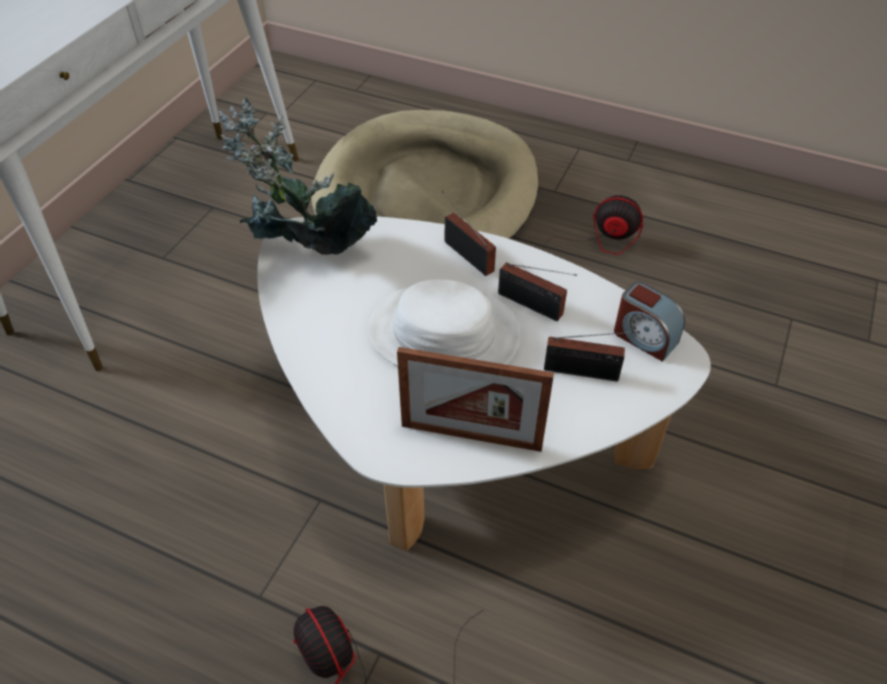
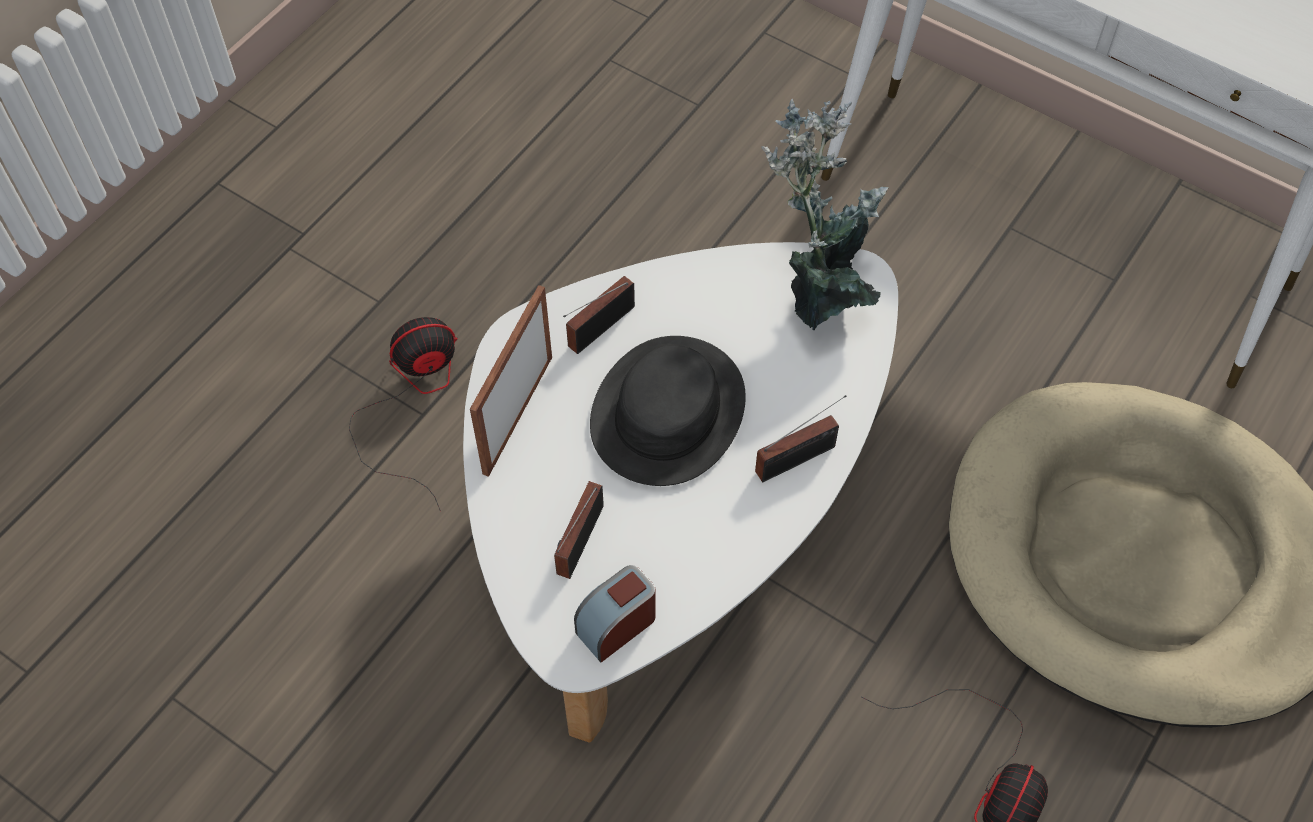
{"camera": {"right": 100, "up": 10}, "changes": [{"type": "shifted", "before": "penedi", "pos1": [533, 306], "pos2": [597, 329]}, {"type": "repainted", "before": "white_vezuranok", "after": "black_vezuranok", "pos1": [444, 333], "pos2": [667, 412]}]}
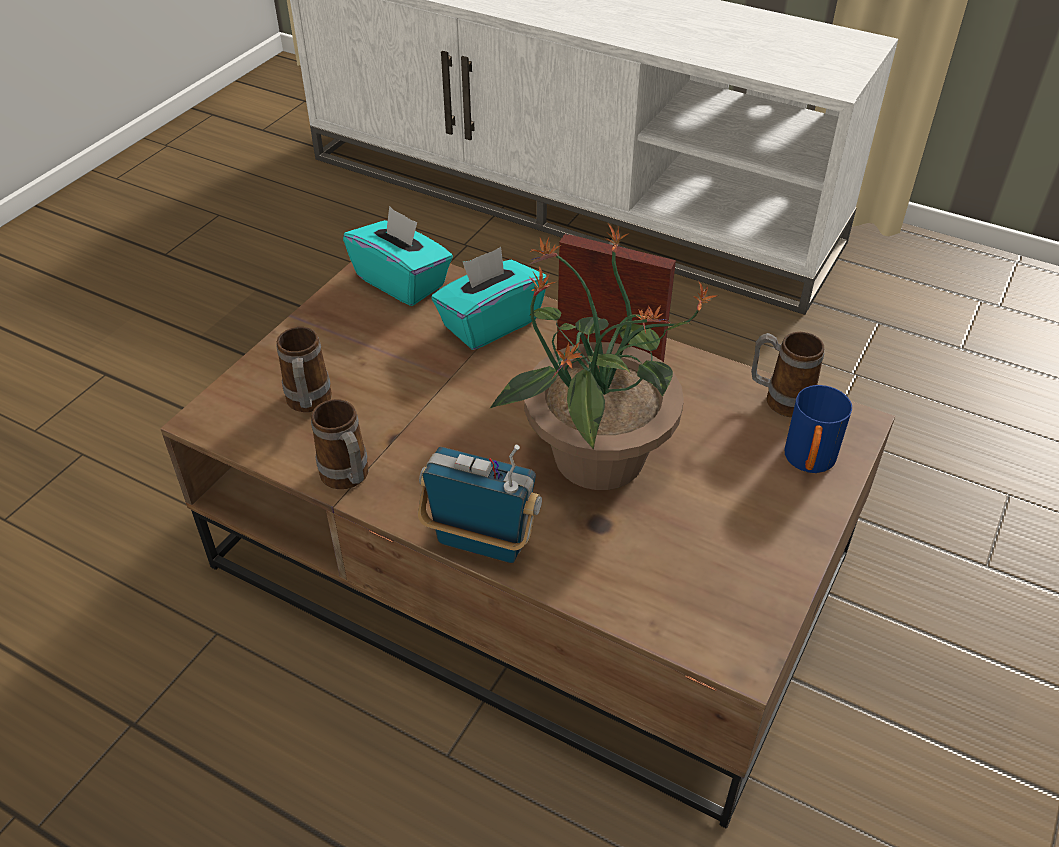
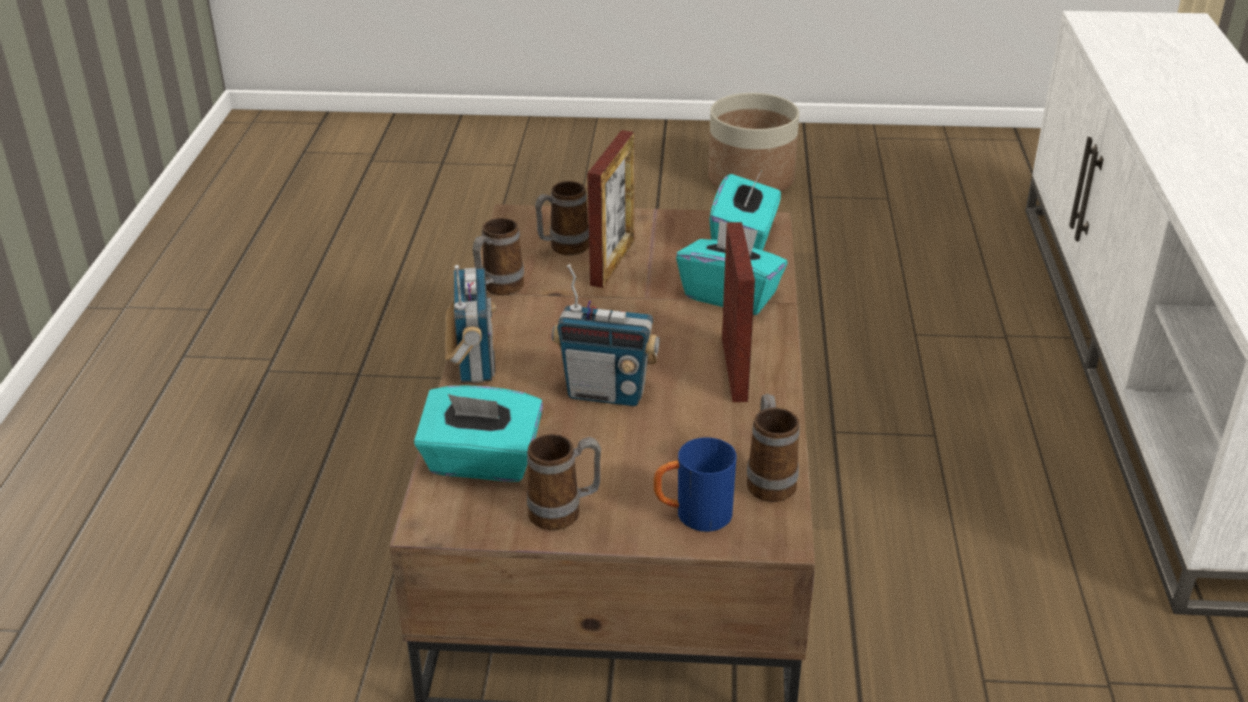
{"camera": {"right": 65, "up": -10}, "changes": [{"type": "swapped", "before": "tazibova", "after": "penedi", "pos1": [595, 457], "pos2": [606, 393]}, {"type": "new", "after": "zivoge", "pos2": [750, 179]}, {"type": "new", "after": "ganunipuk", "pos2": [612, 262]}, {"type": "new", "after": "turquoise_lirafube", "pos2": [481, 463]}, {"type": "new", "after": "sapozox", "pos2": [565, 513]}]}
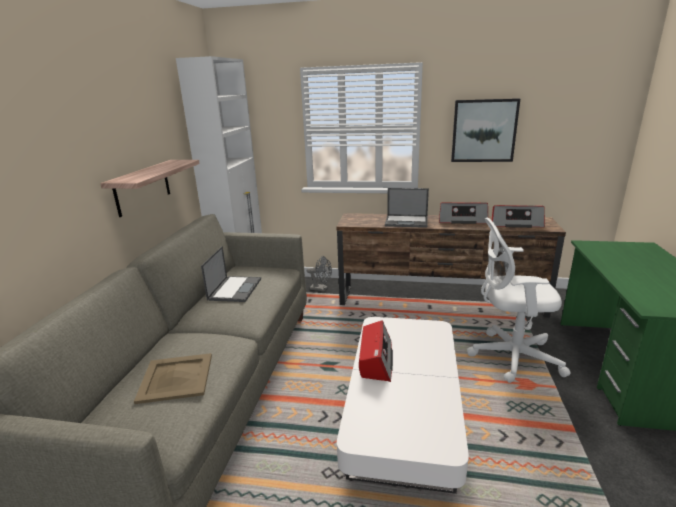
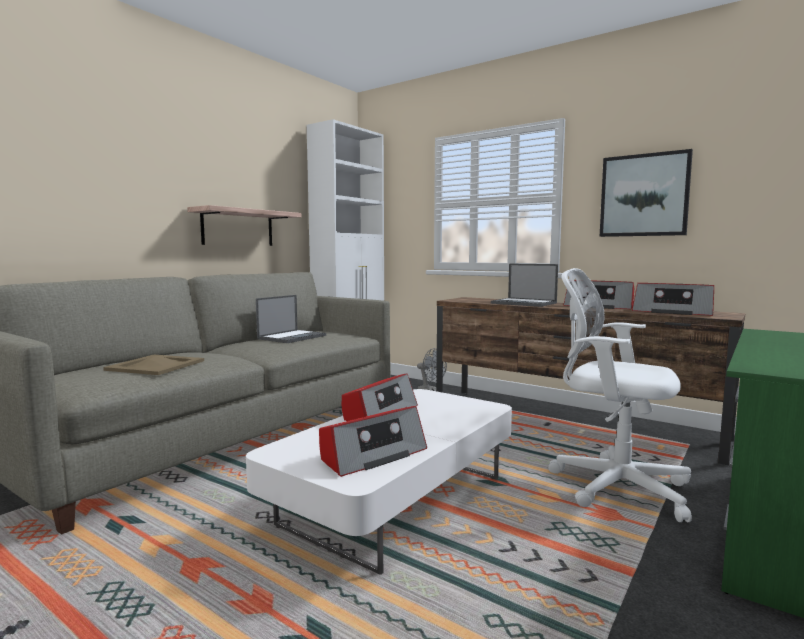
{"camera": {"right": 25, "up": -15}, "changes": [{"type": "new", "after": "penedi", "pos2": [372, 455]}]}
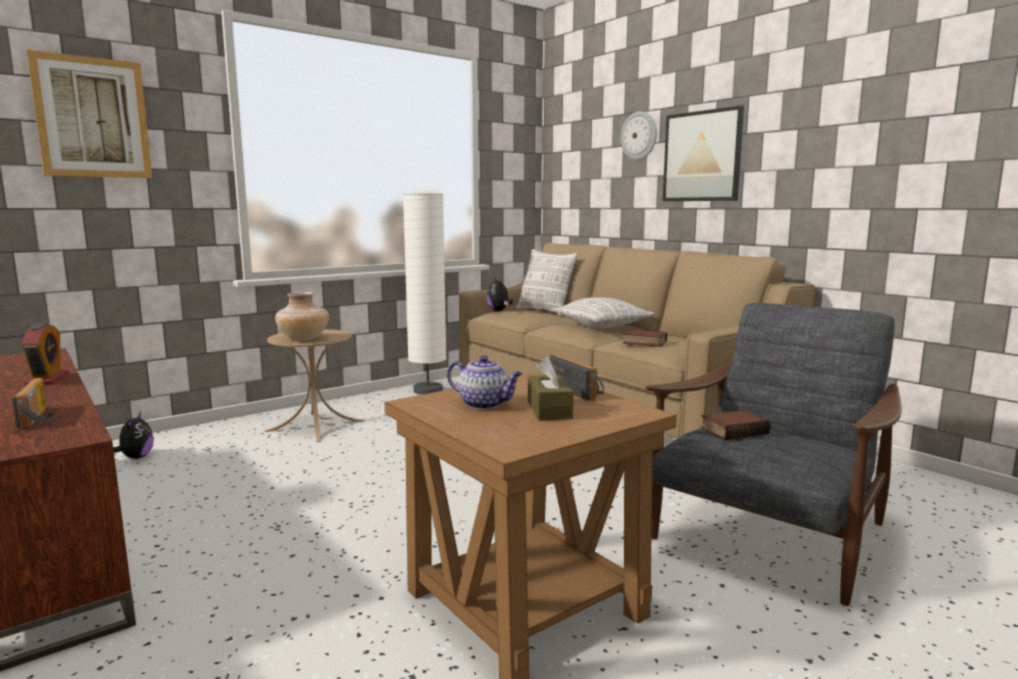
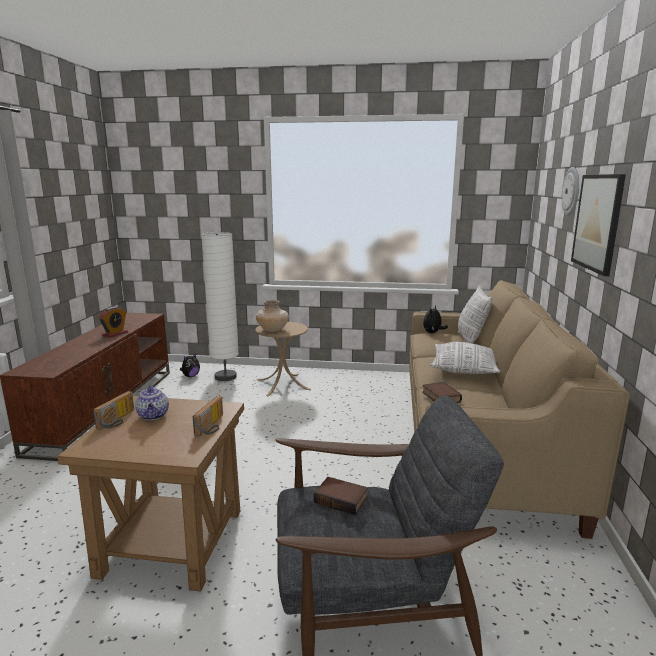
{"camera": {"right": 45, "up": 5}, "changes": [{"type": "gone", "before": "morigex", "pos1": [93, 118]}, {"type": "shifted", "before": "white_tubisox", "pos1": [428, 390], "pos2": [225, 377]}, {"type": "gone", "before": "brown_lirafube", "pos1": [549, 410]}, {"type": "shifted", "before": "penedi", "pos1": [41, 417], "pos2": [118, 420]}]}
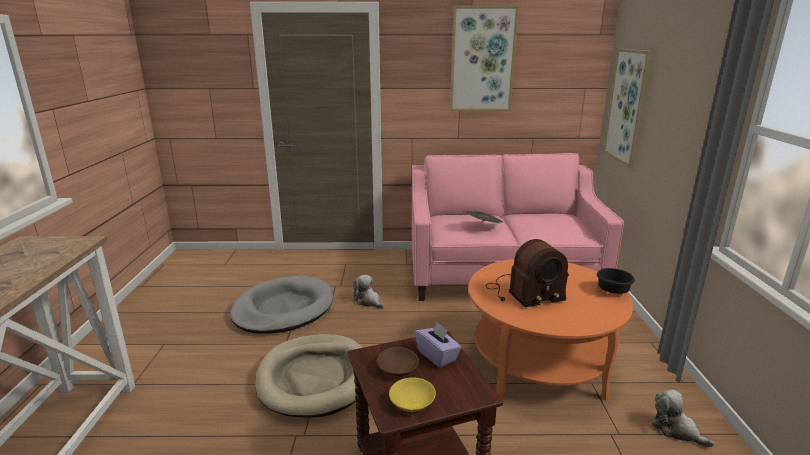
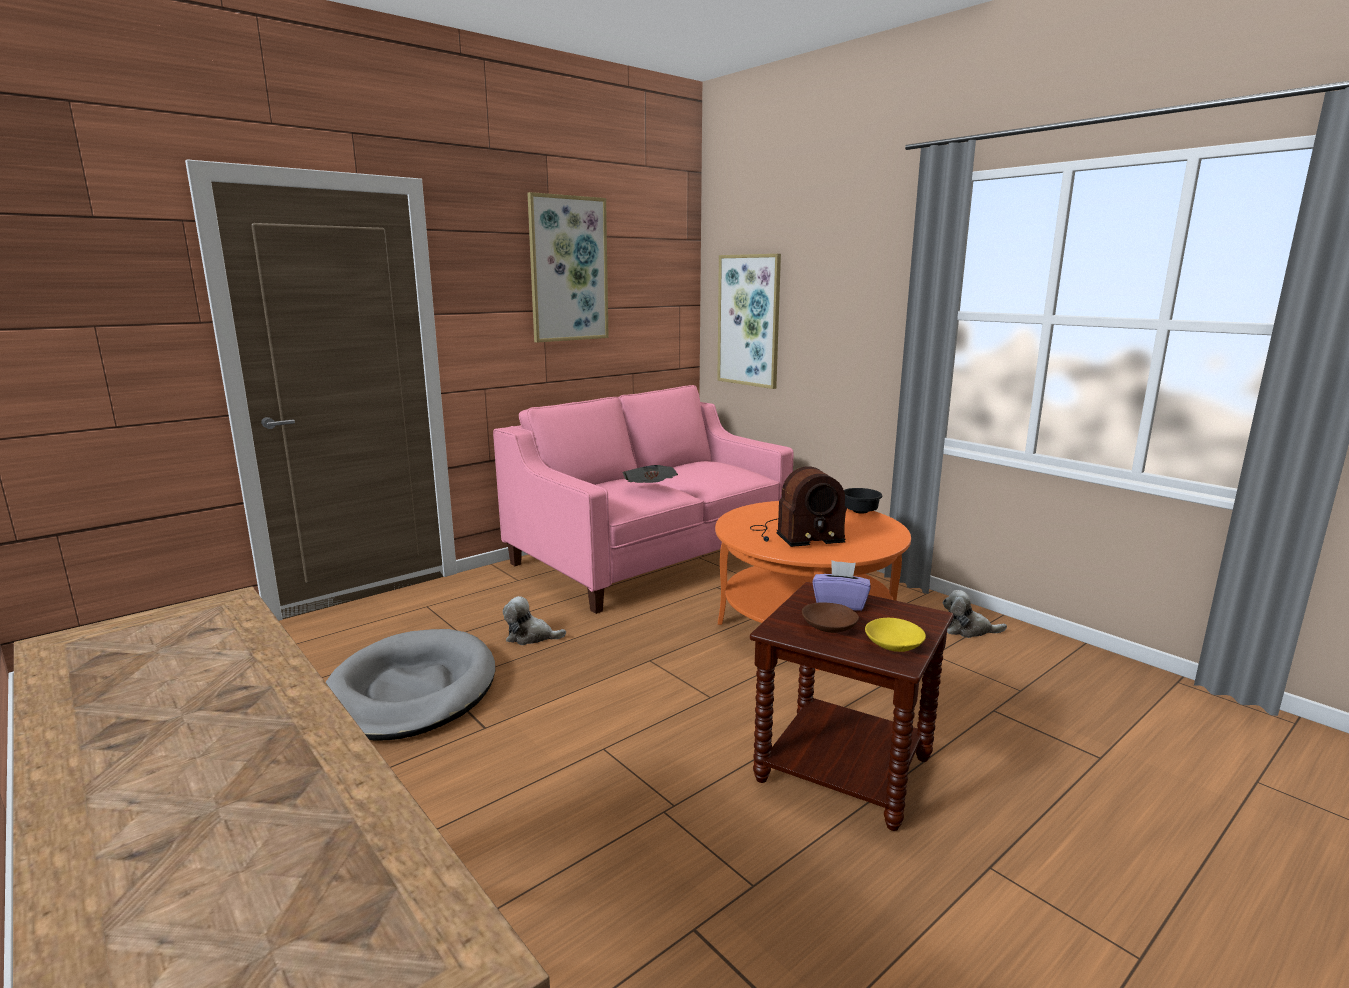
{"camera": {"right": -40, "up": -5}, "changes": [{"type": "rotated", "before": "penedi", "pos1": [523, 293], "pos2": [795, 535], "turn": 45}, {"type": "gone", "before": "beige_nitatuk", "pos1": [315, 378]}]}
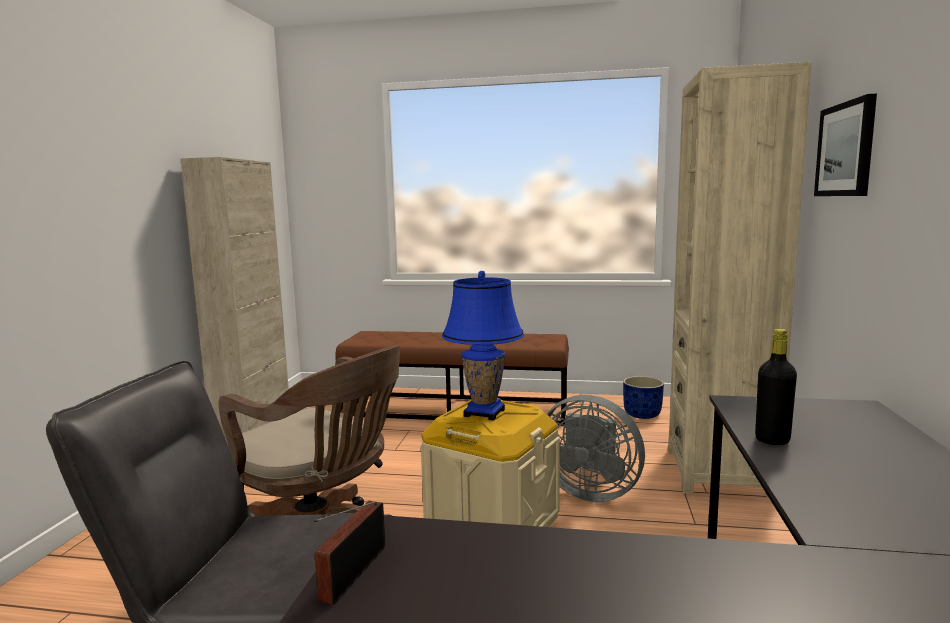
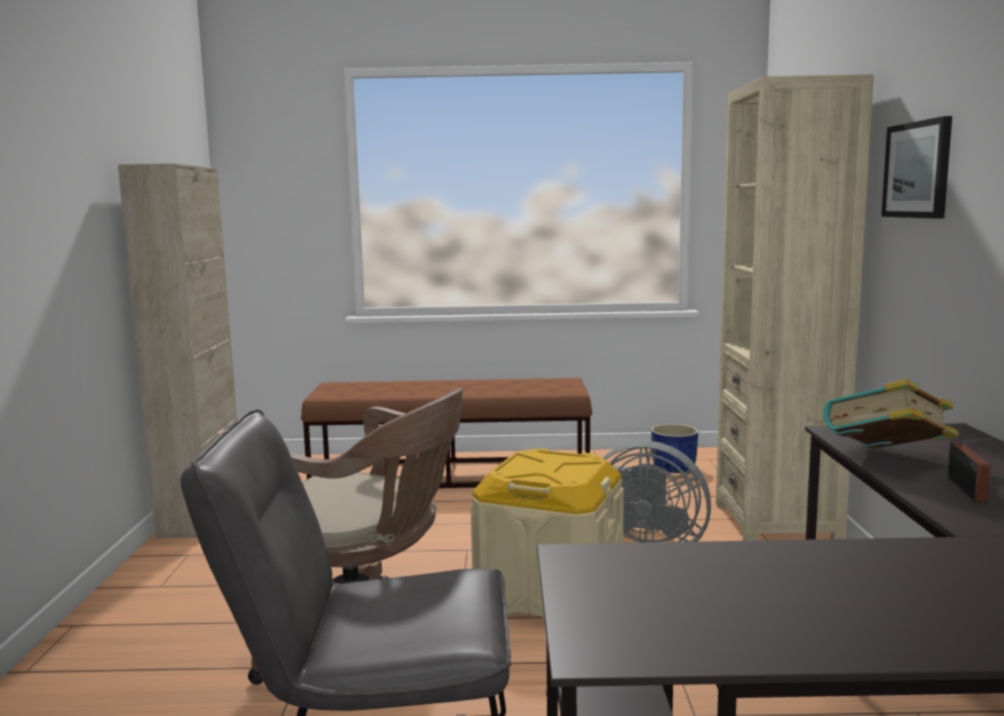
{"camera": {"right": -10, "up": 0}, "changes": [{"type": "gone", "before": "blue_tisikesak", "pos1": [484, 413]}, {"type": "swapped", "before": "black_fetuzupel", "after": "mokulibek", "pos1": [772, 440], "pos2": [887, 461]}, {"type": "shifted", "before": "penedi", "pos1": [350, 576], "pos2": [967, 490]}]}
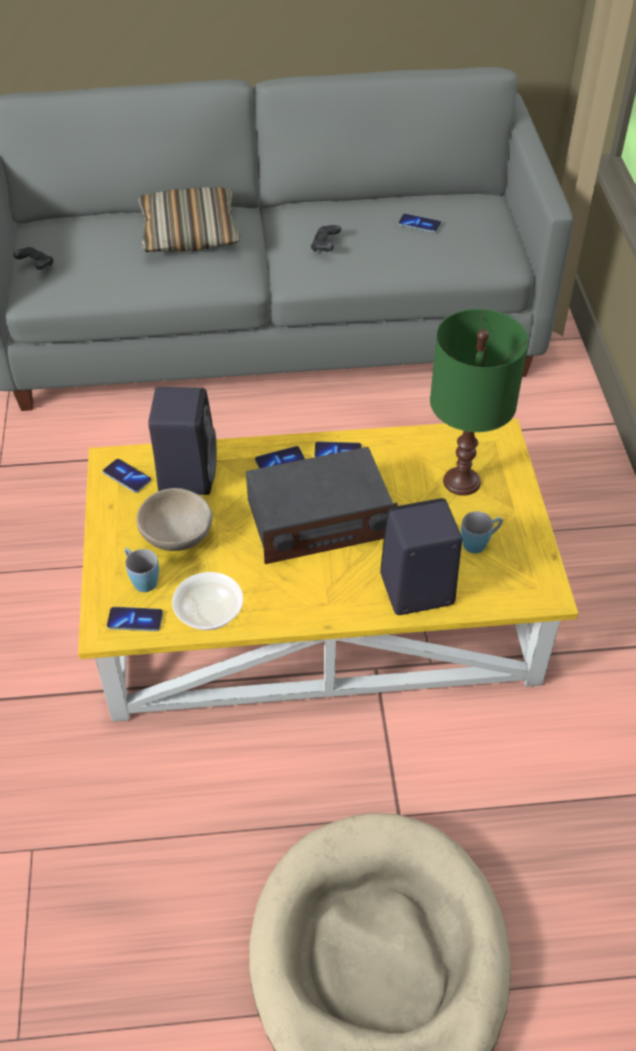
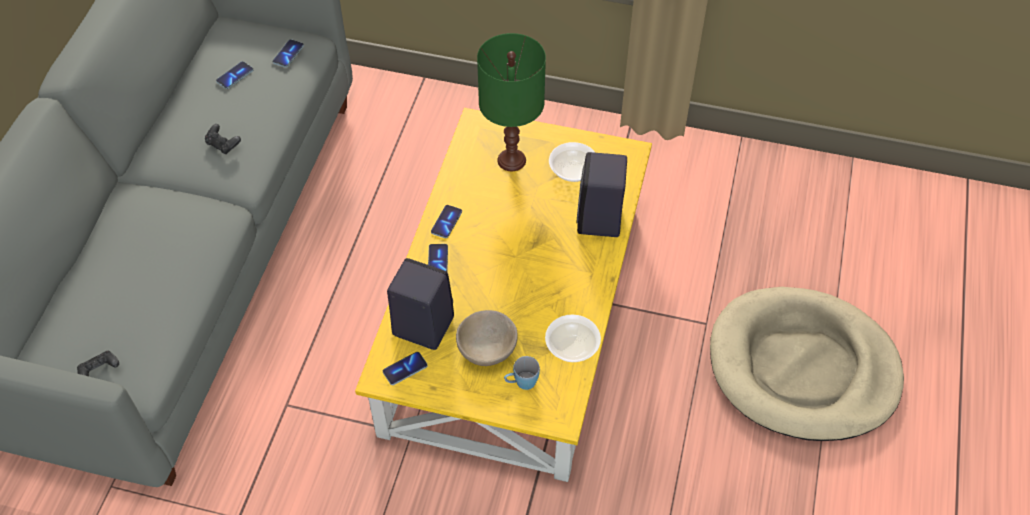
{"camera": {"right": -70, "up": 5}, "changes": [{"type": "gone", "before": "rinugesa", "pos1": [189, 233]}, {"type": "gone", "before": "penedi", "pos1": [319, 520]}, {"type": "swapped", "before": "blue_sapozox", "after": "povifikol", "pos1": [479, 542], "pos2": [572, 170]}, {"type": "shifted", "before": "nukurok", "pos1": [135, 620], "pos2": [288, 54]}]}
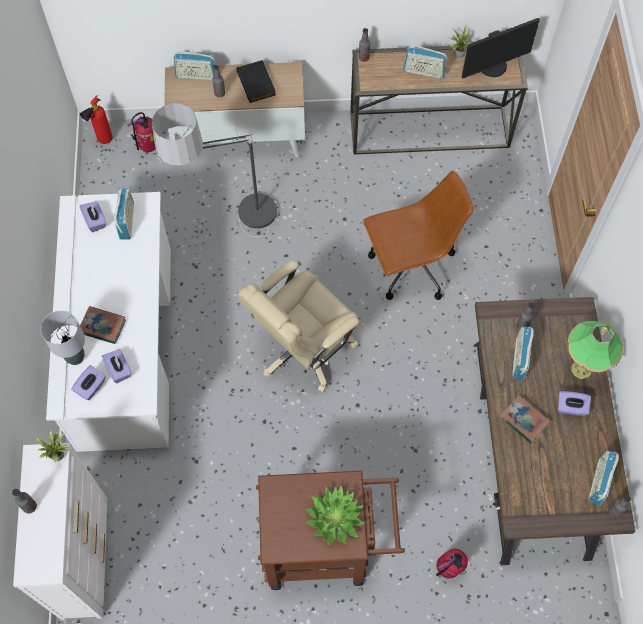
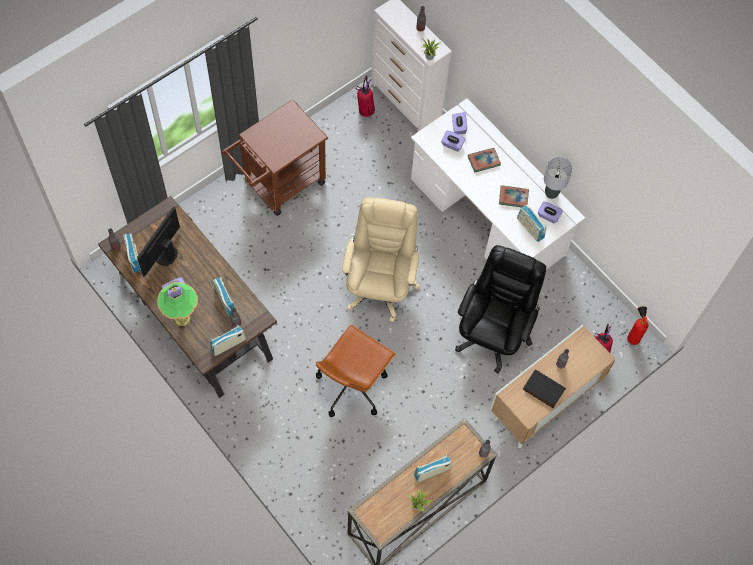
{"camera": {"right": 140, "up": 0}, "changes": [{"type": "shifted", "before": "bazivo", "pos1": [493, 67], "pos2": [164, 254]}, {"type": "shifted", "before": "penedi", "pos1": [196, 75], "pos2": [228, 344]}, {"type": "swapped", "before": "tubisox", "after": "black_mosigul", "pos1": [230, 227], "pos2": [493, 333]}, {"type": "shifted", "before": "grey_tisikesak", "pos1": [75, 357], "pos2": [551, 193]}, {"type": "shifted", "before": "mokulibek", "pos1": [523, 420], "pos2": [513, 197]}, {"type": "gone", "before": "tazibova", "pos1": [334, 518]}, {"type": "shifted", "before": "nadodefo", "pos1": [447, 570], "pos2": [365, 110]}]}
